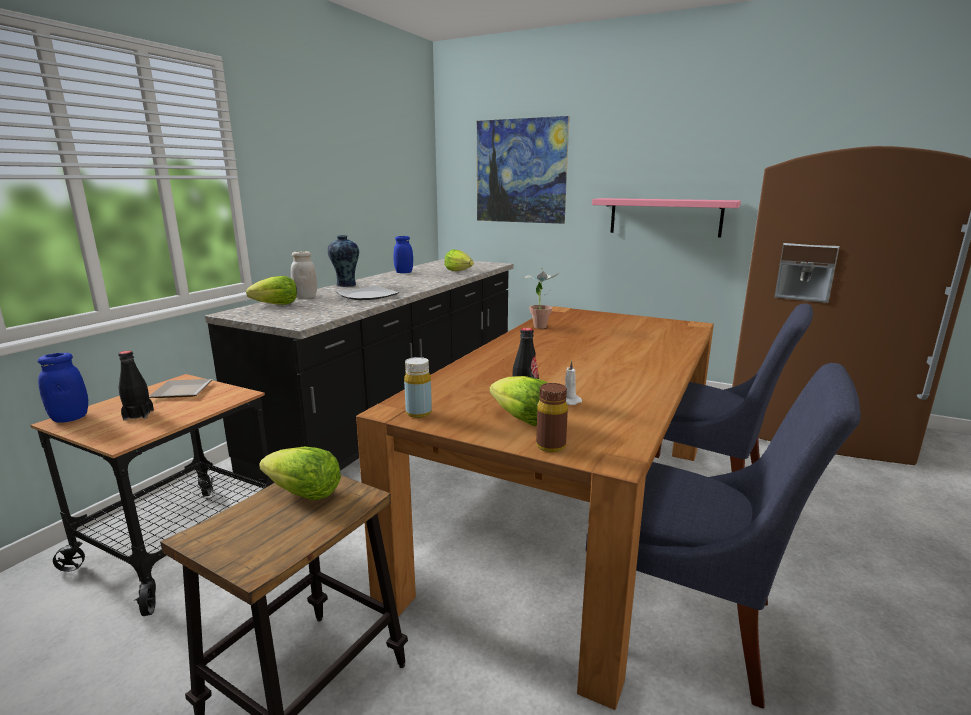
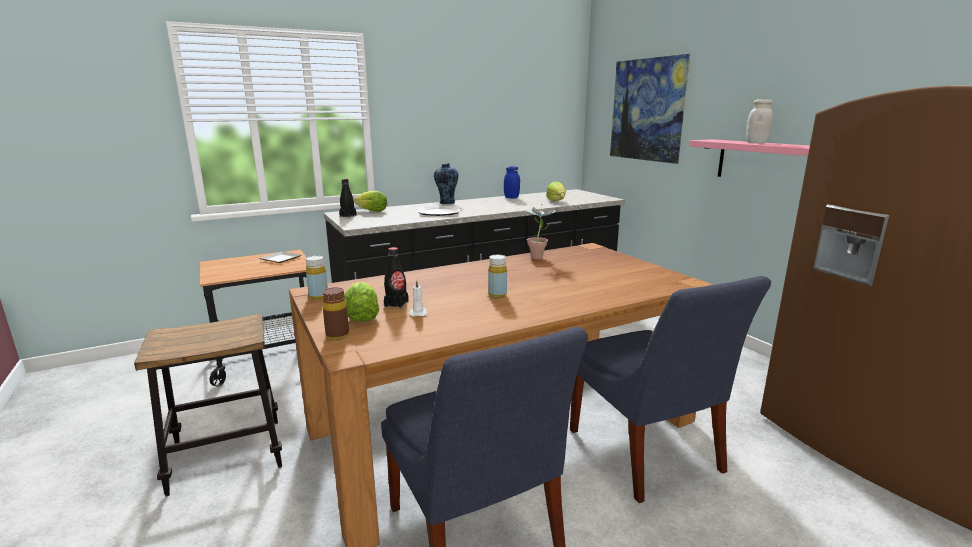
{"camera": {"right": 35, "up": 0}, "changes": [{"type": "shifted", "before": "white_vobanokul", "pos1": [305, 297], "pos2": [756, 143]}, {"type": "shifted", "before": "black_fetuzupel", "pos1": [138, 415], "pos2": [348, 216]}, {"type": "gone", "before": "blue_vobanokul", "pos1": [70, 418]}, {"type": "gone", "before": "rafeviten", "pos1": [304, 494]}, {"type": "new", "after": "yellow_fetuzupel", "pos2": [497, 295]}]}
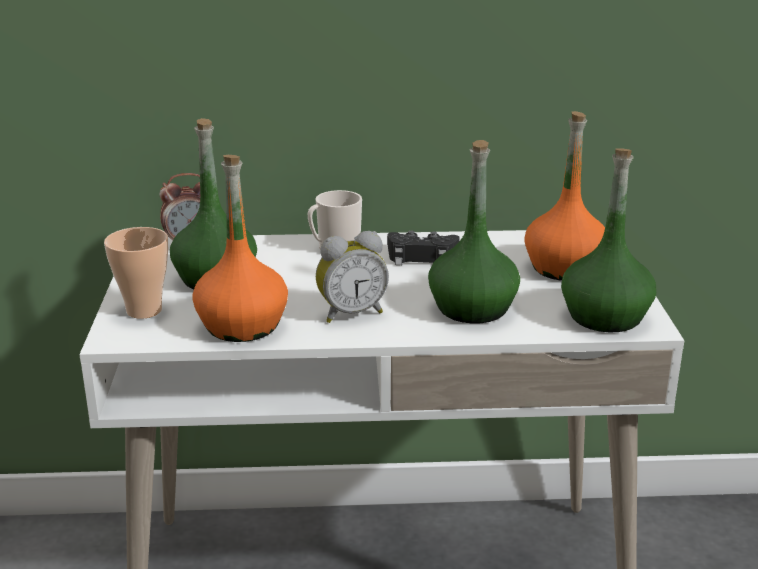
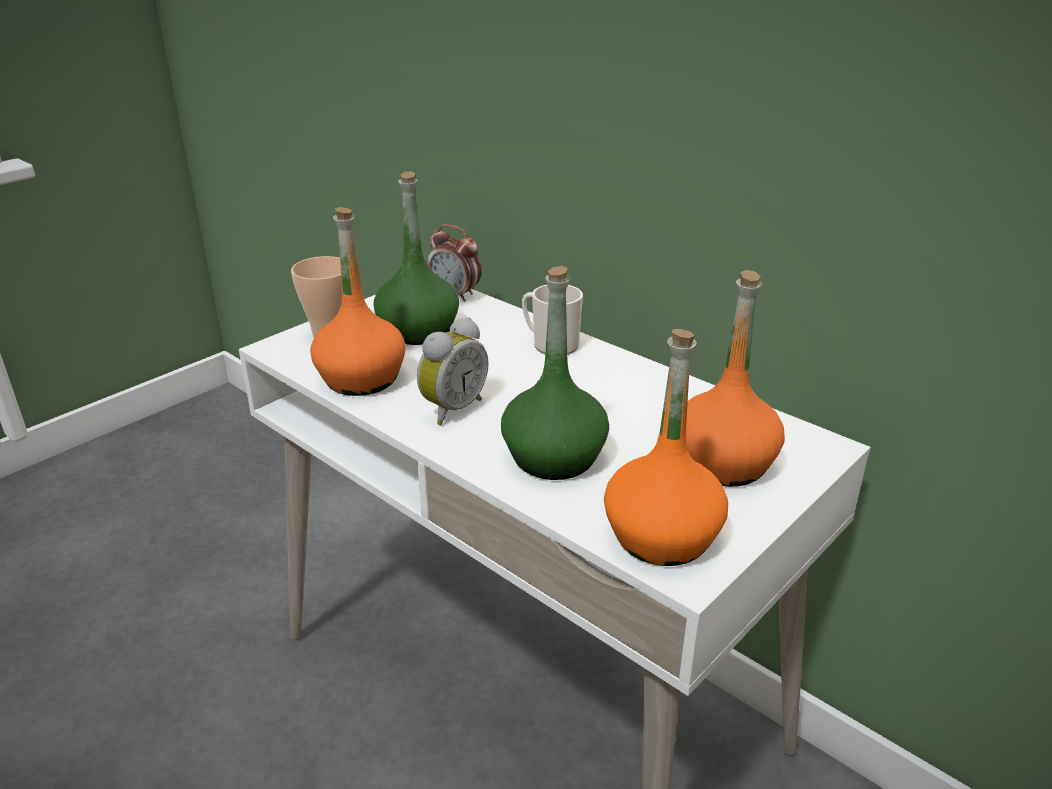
{"camera": {"right": 45, "up": 5}, "changes": [{"type": "repainted", "before": "green_fetuzupel", "after": "orange_fetuzupel", "pos1": [604, 316], "pos2": [662, 536]}, {"type": "rotated", "before": "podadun", "pos1": [351, 313], "pos2": [451, 409], "turn": -75}, {"type": "gone", "before": "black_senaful", "pos1": [421, 256]}]}
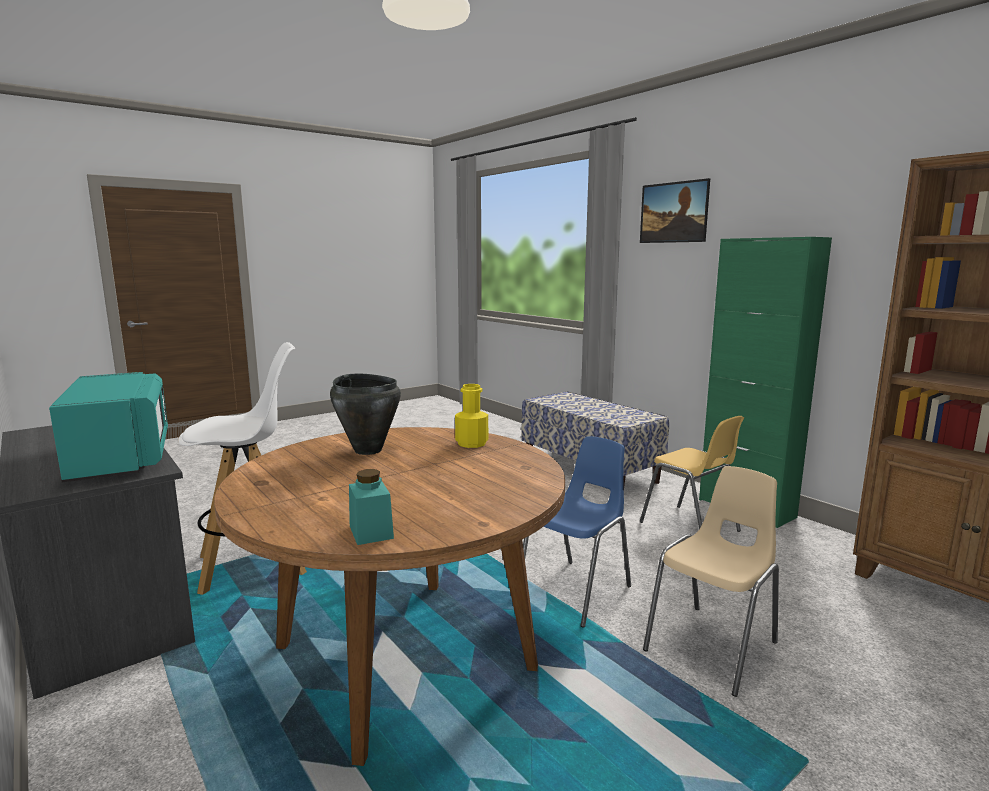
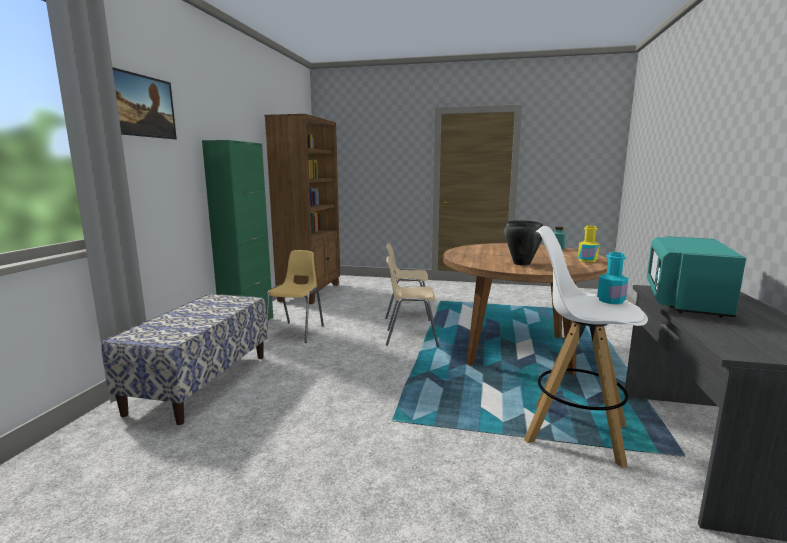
{"camera": {"right": -130, "up": 0}, "changes": [{"type": "shifted", "before": "yellow_fetuzupel", "pos1": [471, 443], "pos2": [587, 260]}, {"type": "repainted", "before": "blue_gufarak", "after": "beige_gufarak", "pos1": [576, 591], "pos2": [411, 338]}, {"type": "new", "after": "turquoise_fetuzupel", "pos2": [611, 300]}]}
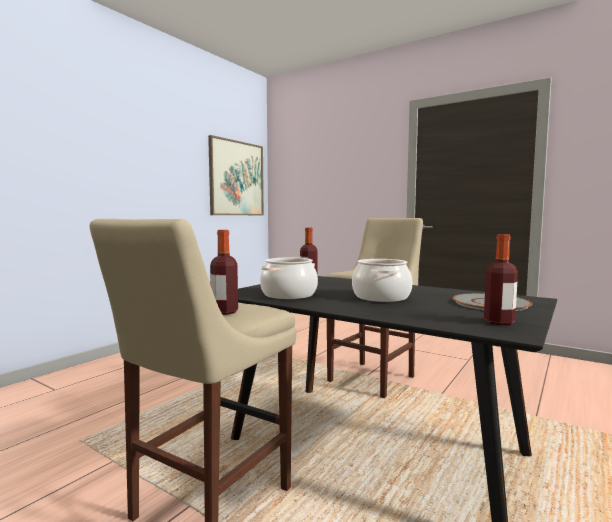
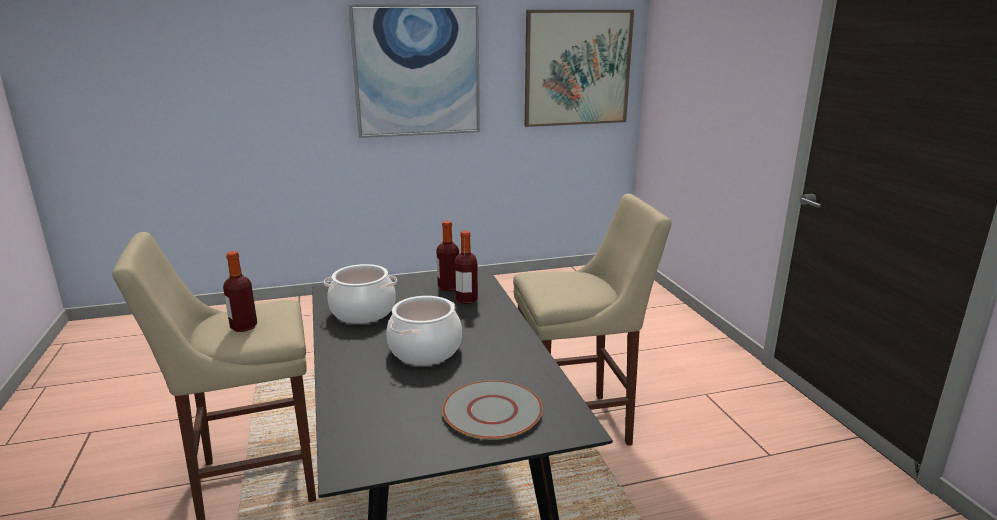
{"camera": {"right": 40, "up": 15}, "changes": [{"type": "shifted", "before": "fetuzupel", "pos1": [499, 322], "pos2": [466, 300]}, {"type": "new", "after": "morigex", "pos2": [417, 71]}]}
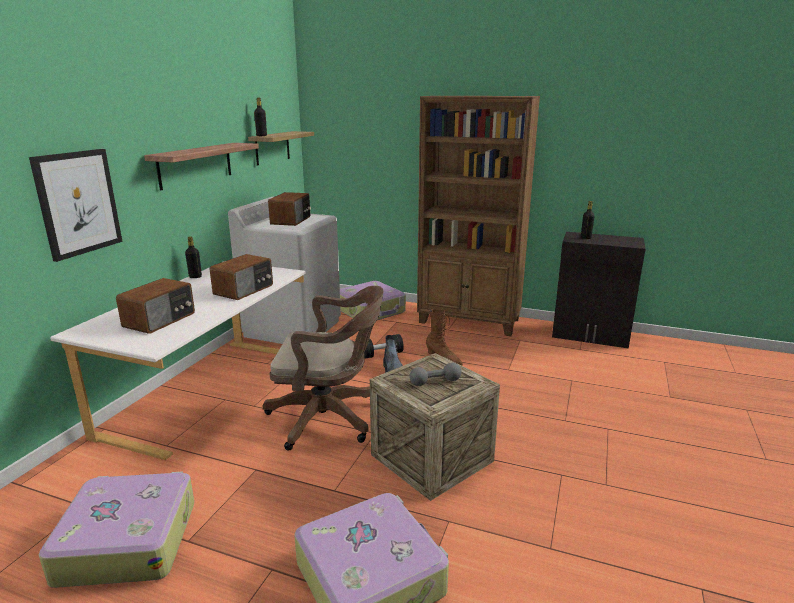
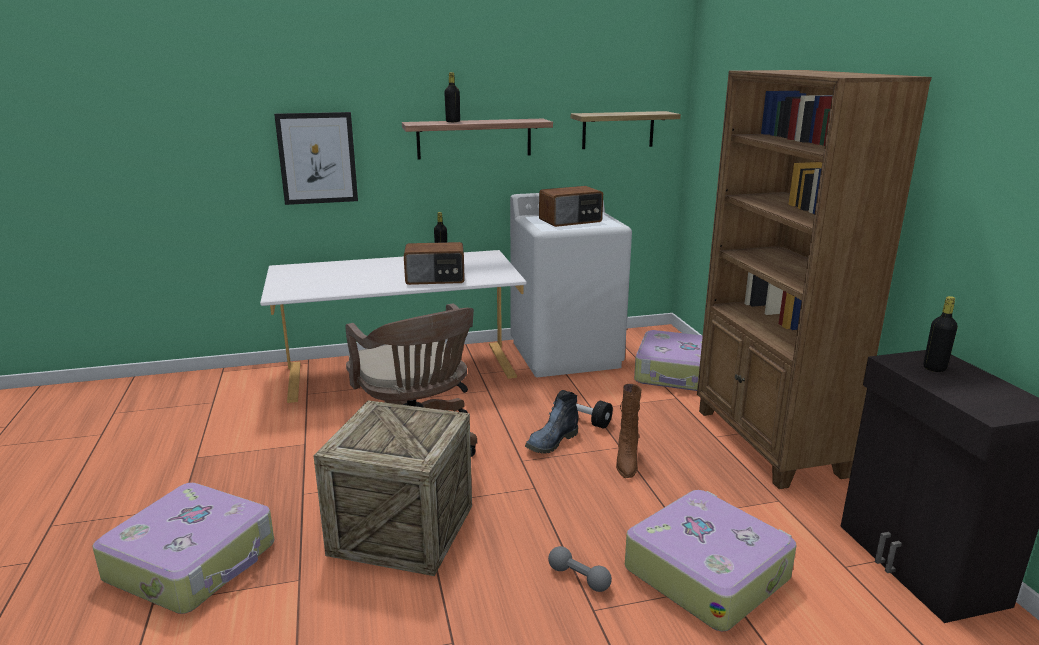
{"camera": {"right": 55, "up": 0}, "changes": [{"type": "shifted", "before": "black_fetuzupel", "pos1": [261, 136], "pos2": [453, 121]}, {"type": "gone", "before": "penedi", "pos1": [160, 320]}, {"type": "shifted", "before": "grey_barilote", "pos1": [435, 382], "pos2": [579, 578]}, {"type": "shifted", "before": "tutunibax", "pos1": [127, 540], "pos2": [706, 572]}]}
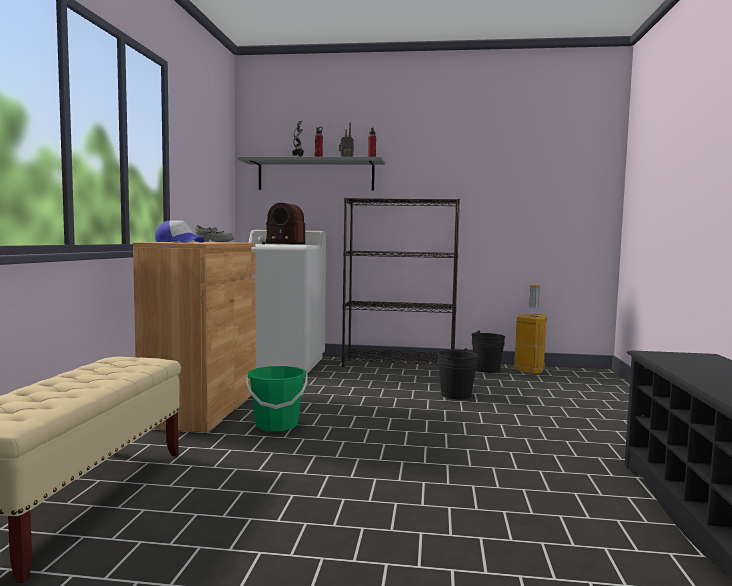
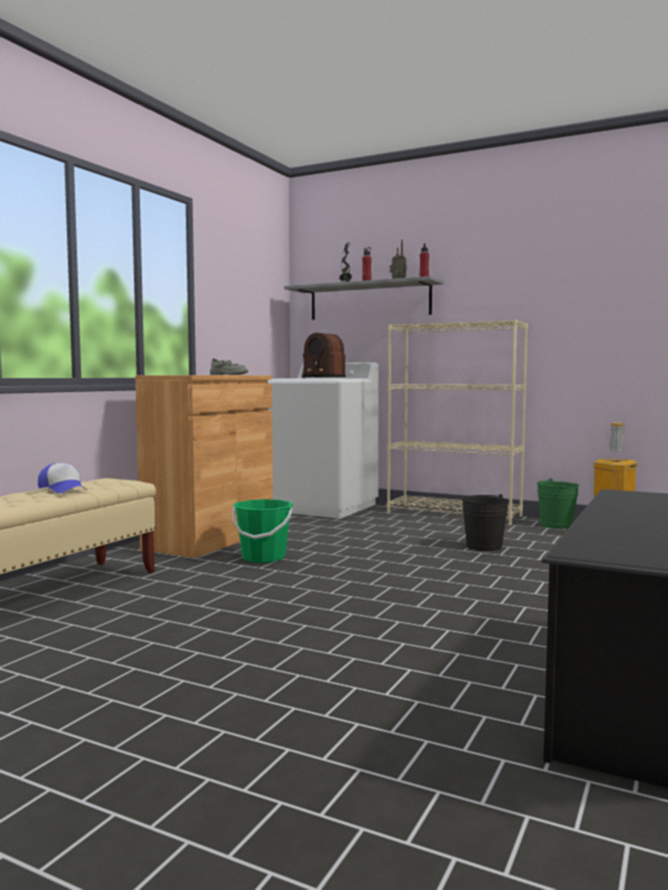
{"camera": {"right": 20, "up": 0}, "changes": [{"type": "repainted", "before": "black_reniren", "after": "beige_reniren", "pos1": [399, 364], "pos2": [454, 515]}, {"type": "shifted", "before": "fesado", "pos1": [179, 242], "pos2": [63, 489]}, {"type": "repainted", "before": "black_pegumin", "after": "green_pegumin", "pos1": [486, 369], "pos2": [556, 525]}]}
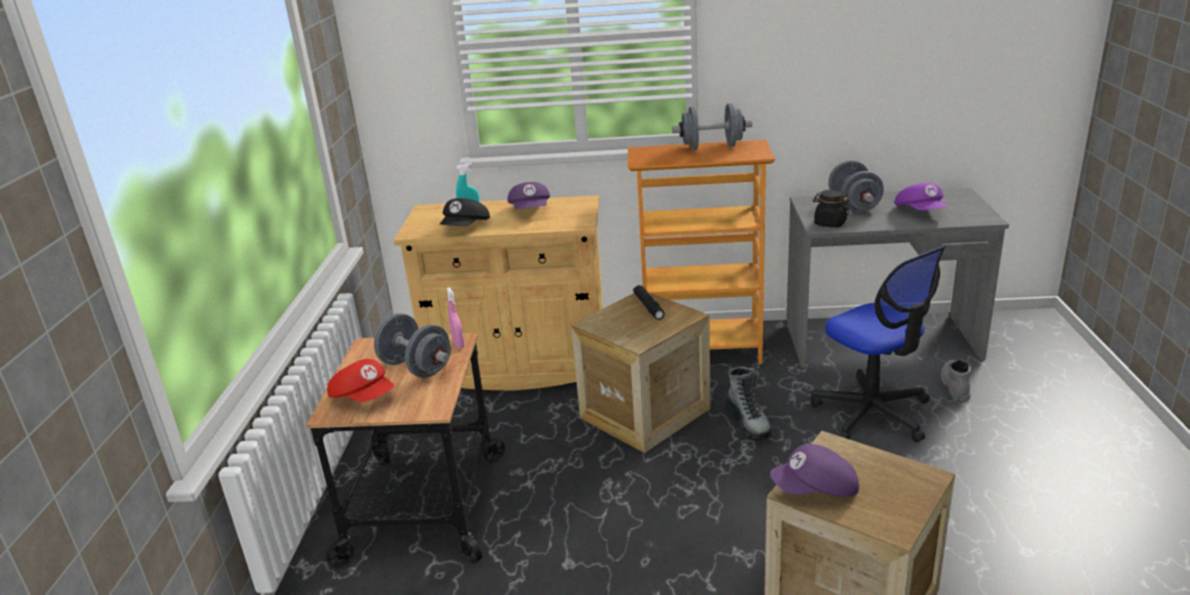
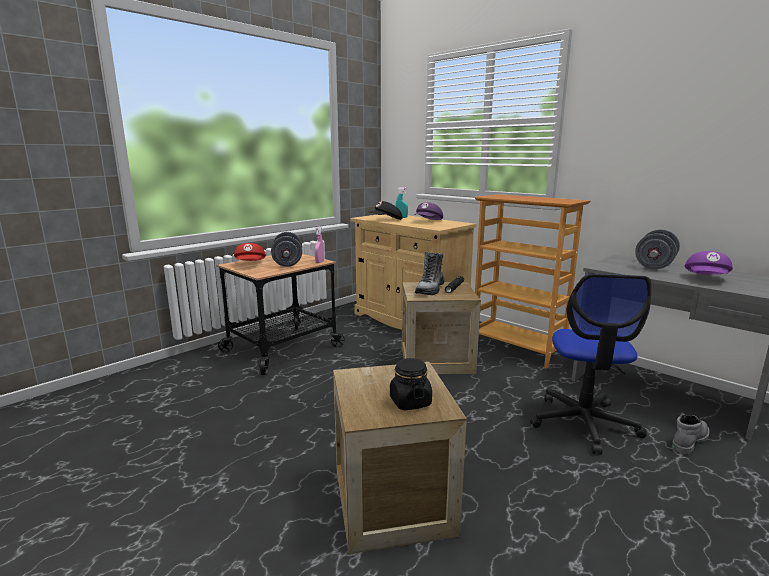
{"camera": {"right": 40, "up": -10}, "changes": [{"type": "gone", "before": "grey_barilote", "pos1": [712, 147]}, {"type": "shifted", "before": "black_vobanokul", "pos1": [830, 223], "pos2": [410, 402]}, {"type": "shifted", "before": "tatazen", "pos1": [748, 422], "pos2": [430, 290]}, {"type": "gone", "before": "purple_fesado", "pos1": [816, 490]}]}
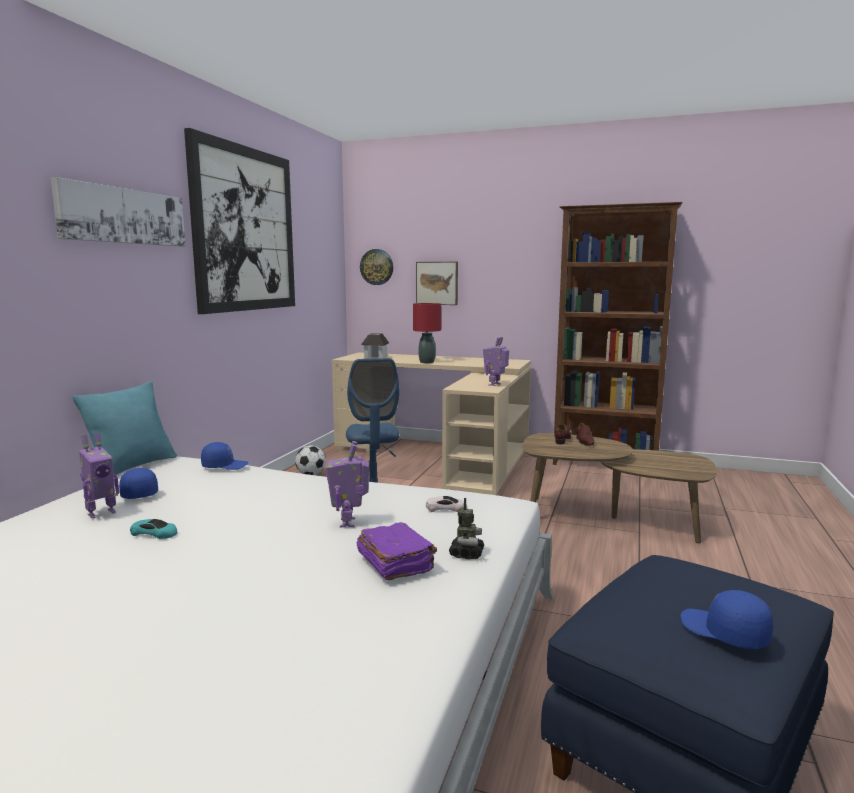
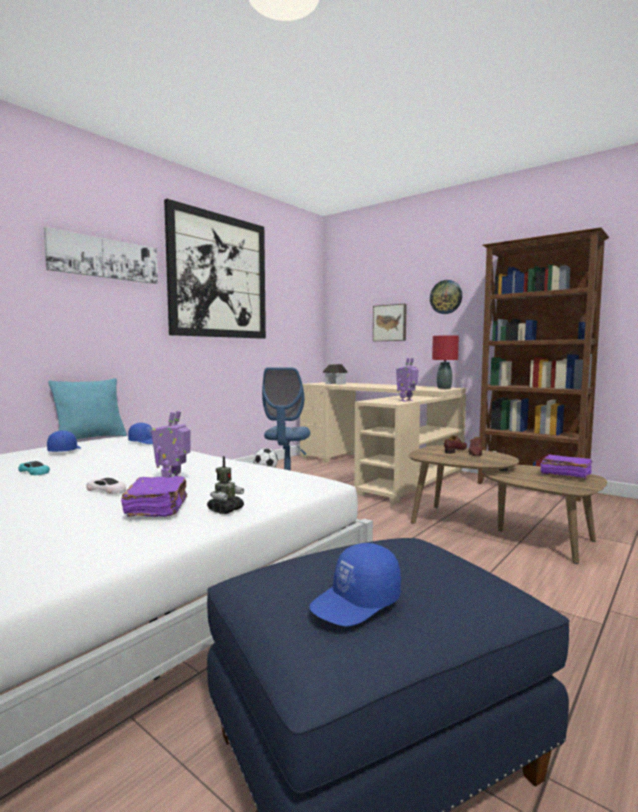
{"camera": {"right": 20, "up": -5}, "changes": [{"type": "shifted", "before": "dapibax", "pos1": [377, 267], "pos2": [446, 297]}, {"type": "shifted", "before": "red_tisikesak", "pos1": [426, 362], "pos2": [443, 388]}, {"type": "gone", "before": "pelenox", "pos1": [101, 513]}, {"type": "shifted", "before": "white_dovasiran", "pos1": [446, 508], "pos2": [107, 490]}, {"type": "rotated", "before": "blue_fesado", "pos1": [724, 632], "pos2": [356, 603], "turn": -105}, {"type": "new", "after": "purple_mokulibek", "pos2": [564, 475]}]}
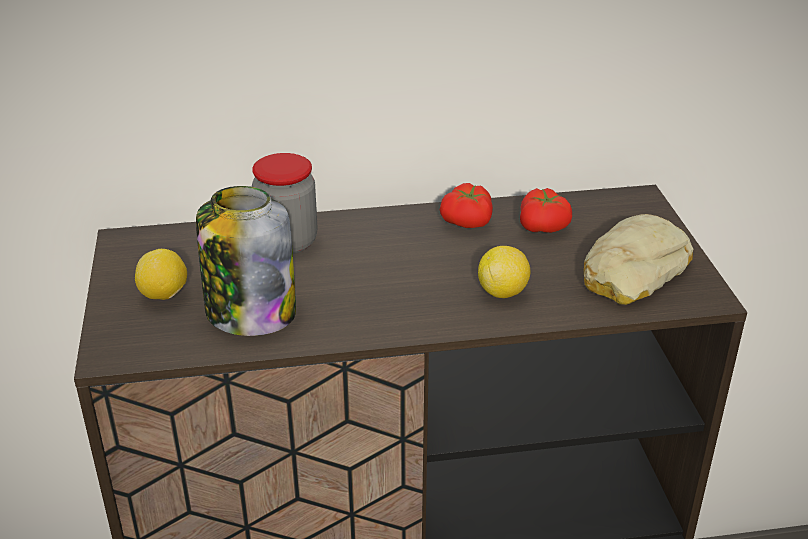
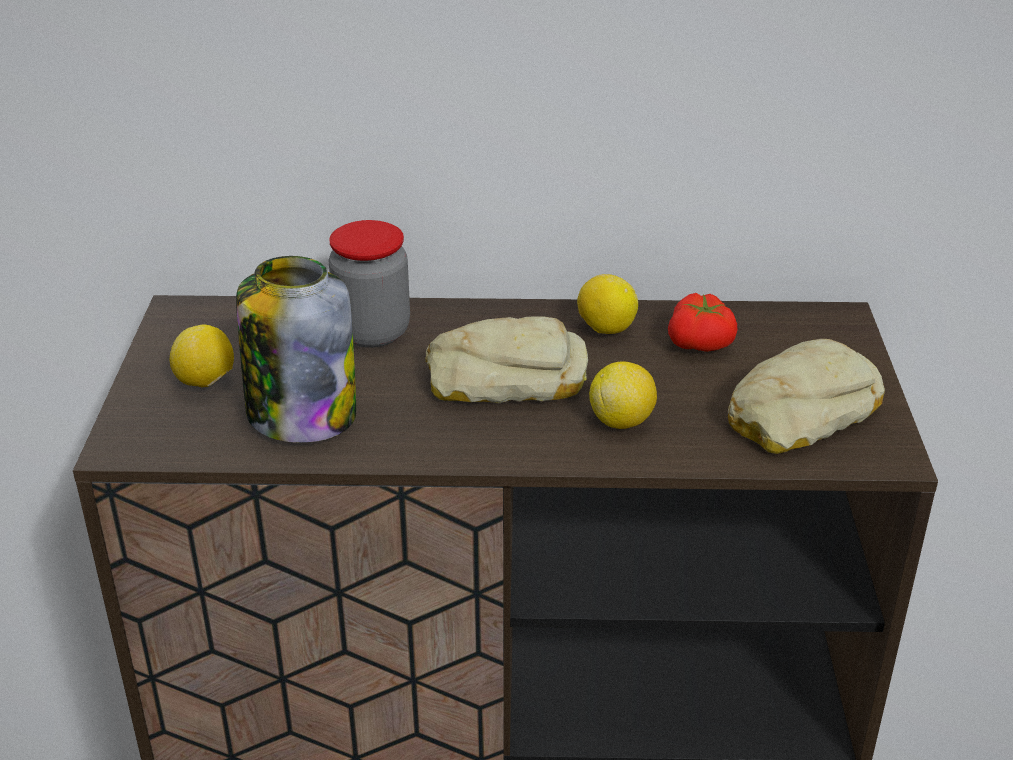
{"camera": {"right": 10, "up": 0}, "changes": [{"type": "swapped", "before": "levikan", "after": "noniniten", "pos1": [468, 222], "pos2": [605, 329]}, {"type": "new", "after": "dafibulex", "pos2": [505, 377]}]}
